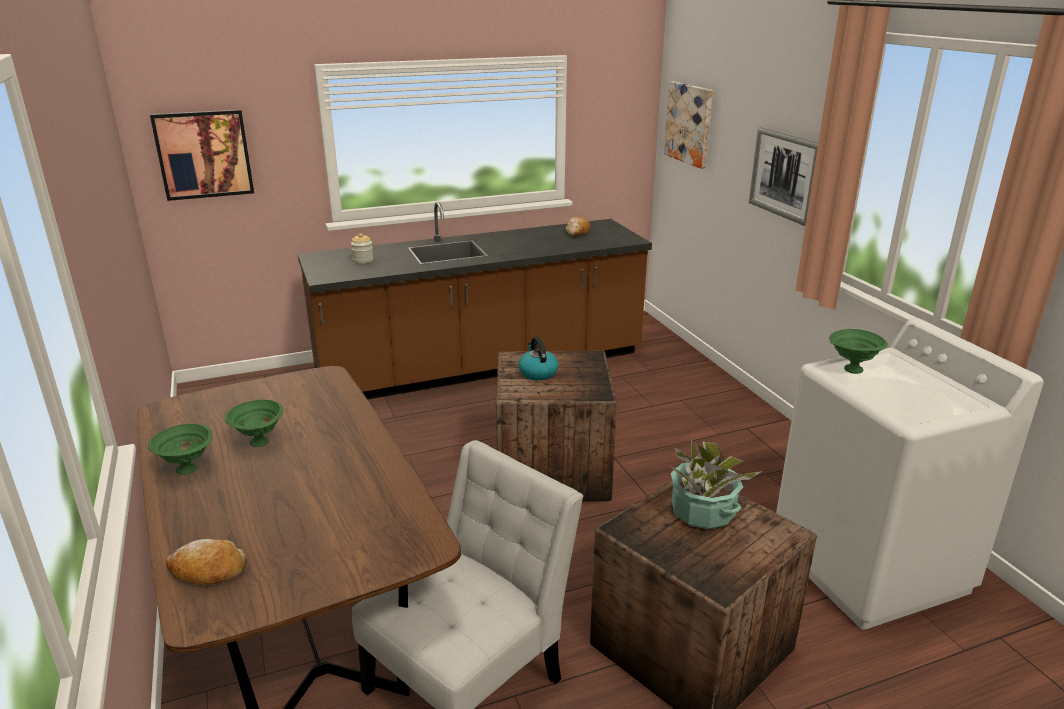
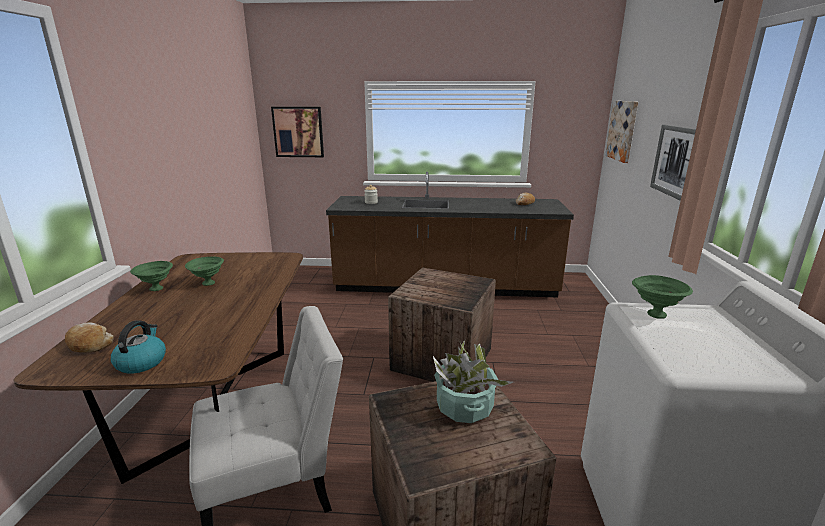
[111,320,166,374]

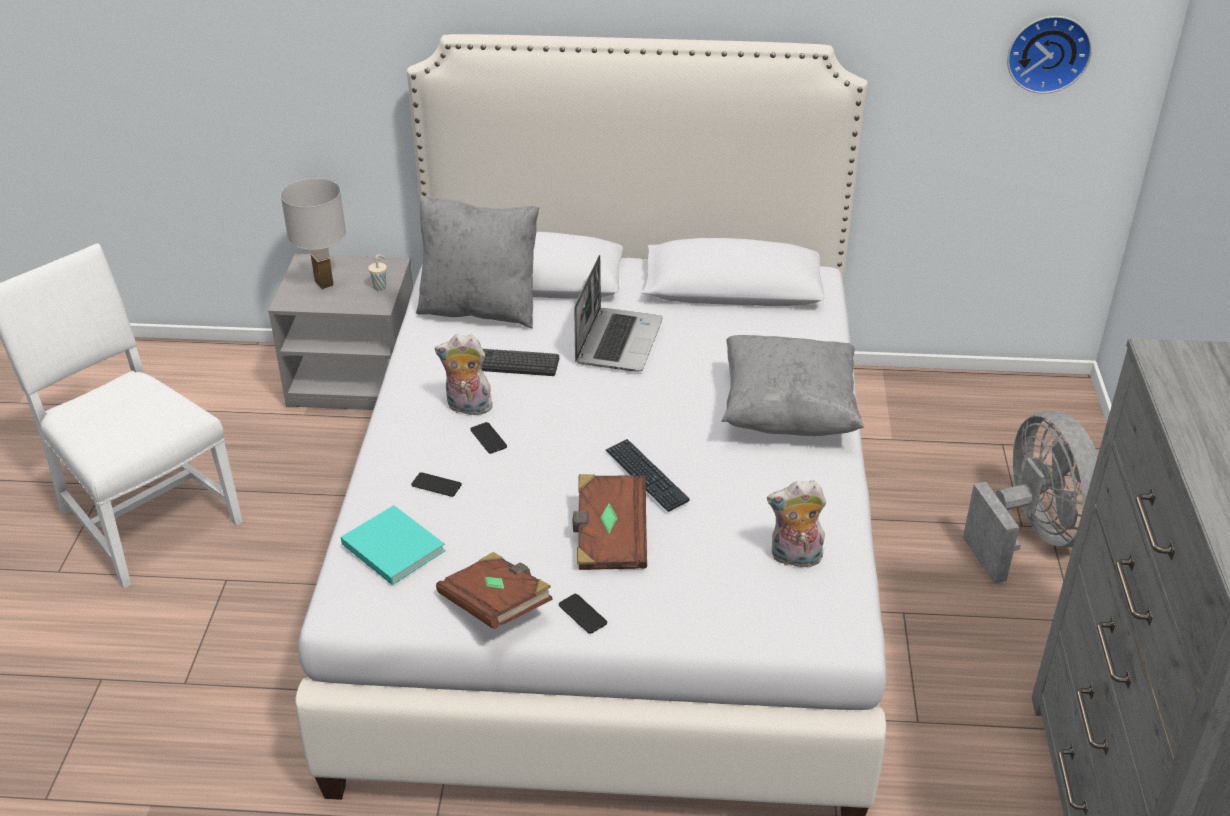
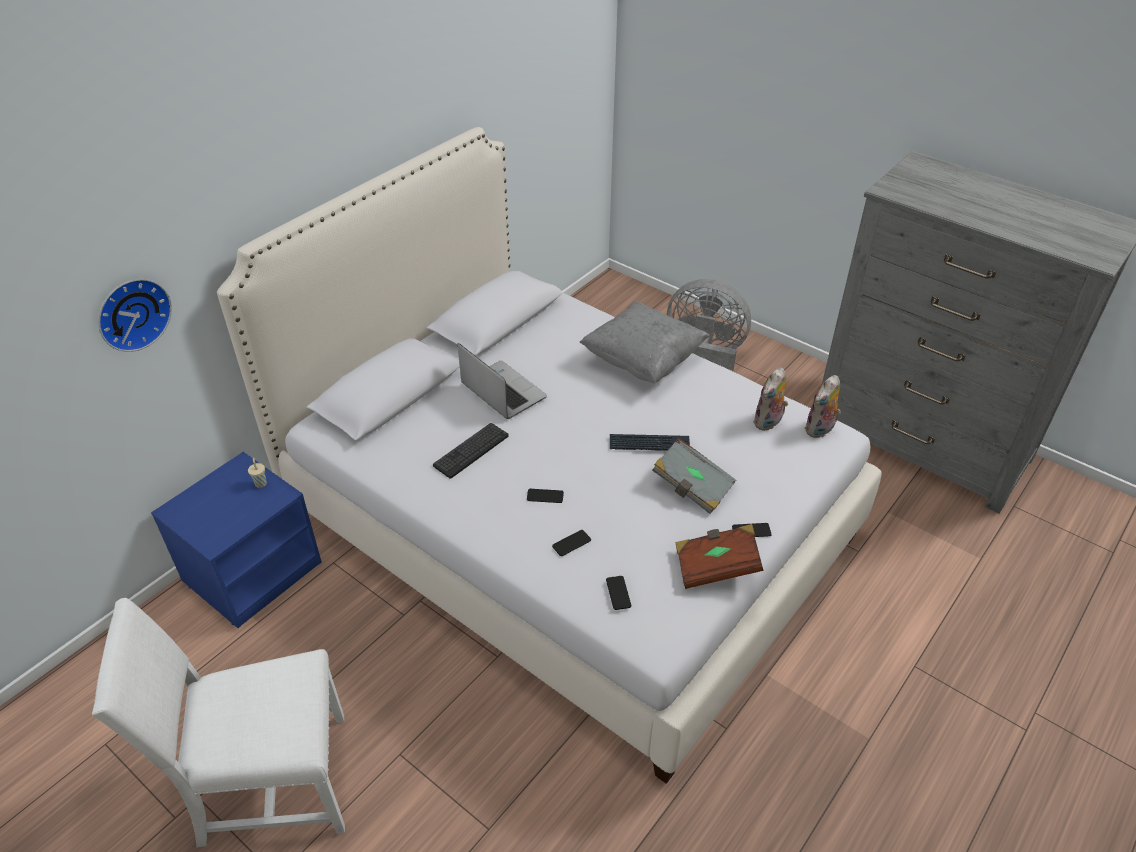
[281,178,346,289] (first image)
[416,195,539,328] (first image)
[804,375,841,438]
[98,279,172,352]
[606,576,631,610]
[151,452,322,628]
[652,438,736,514]

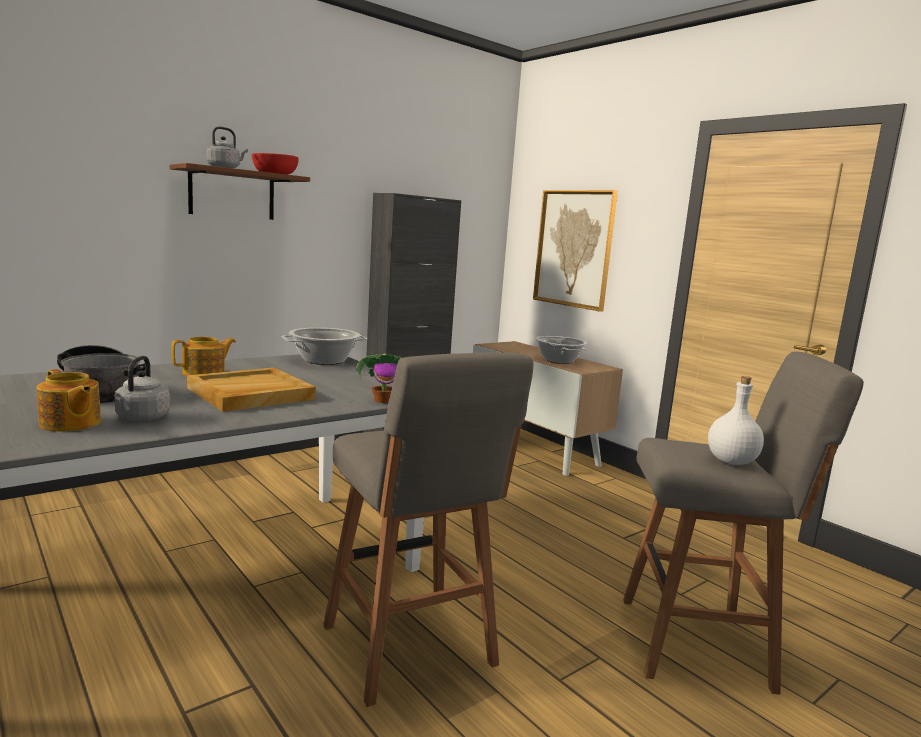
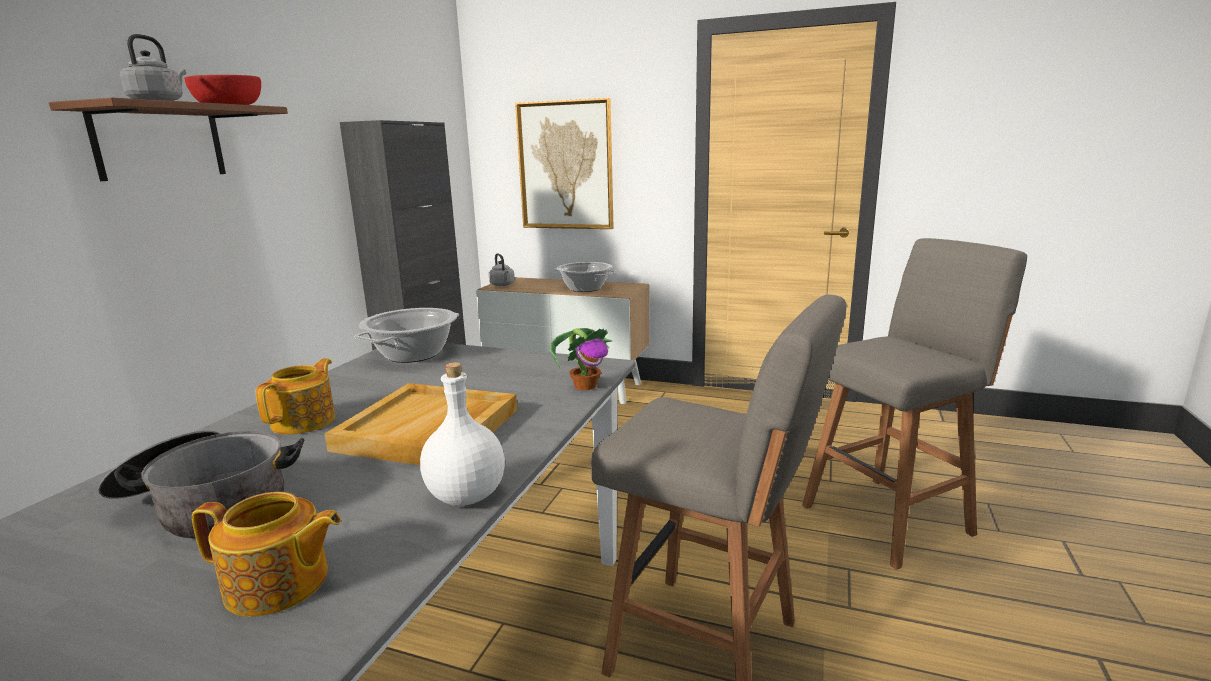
[489,253,515,286]
[420,362,505,506]

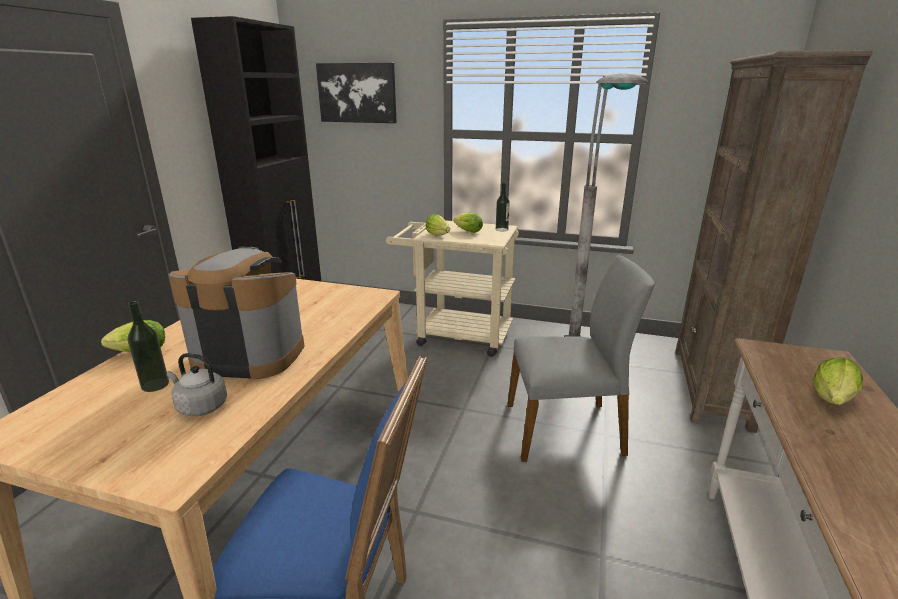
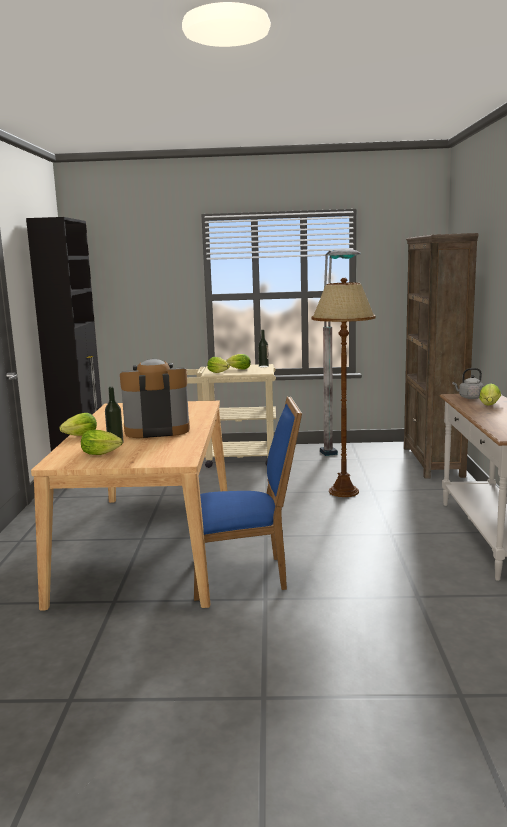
[316,63,397,123] (first image)
[81,430,123,455]
[452,368,485,399]
[312,278,375,497]

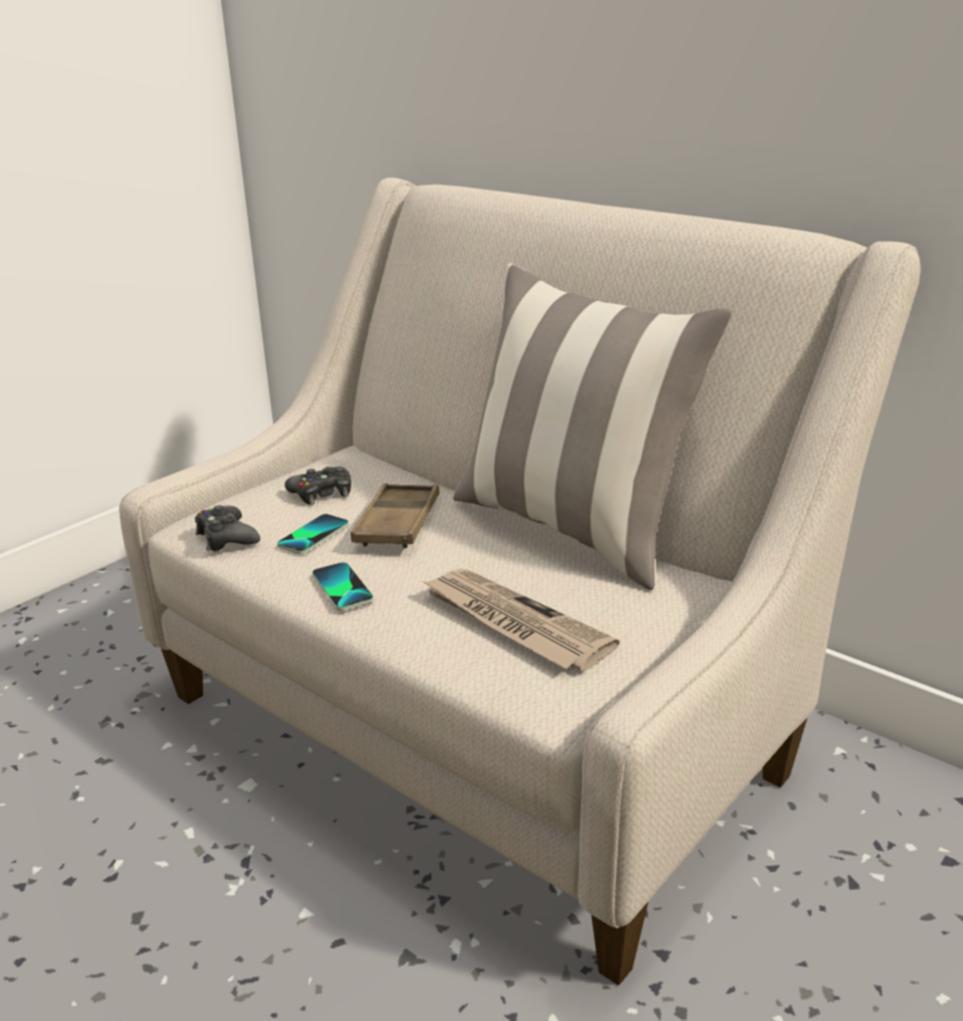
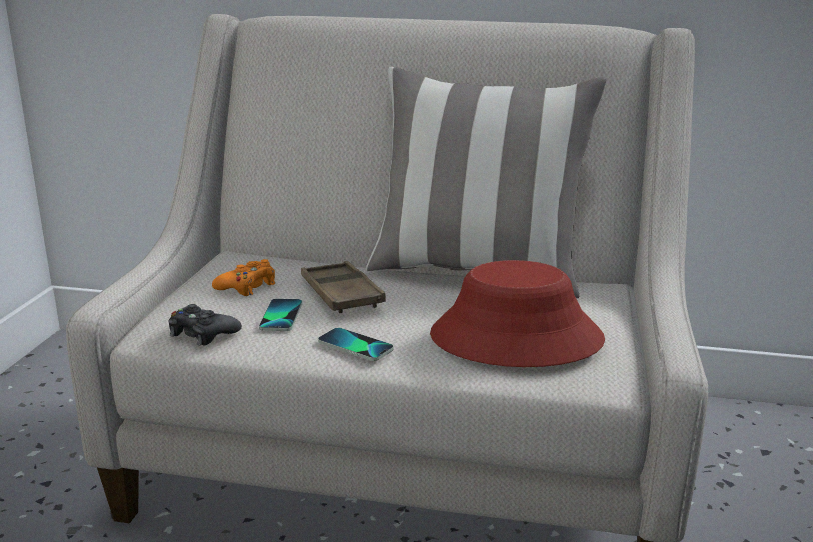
[430,260,605,367]
[212,259,275,296]

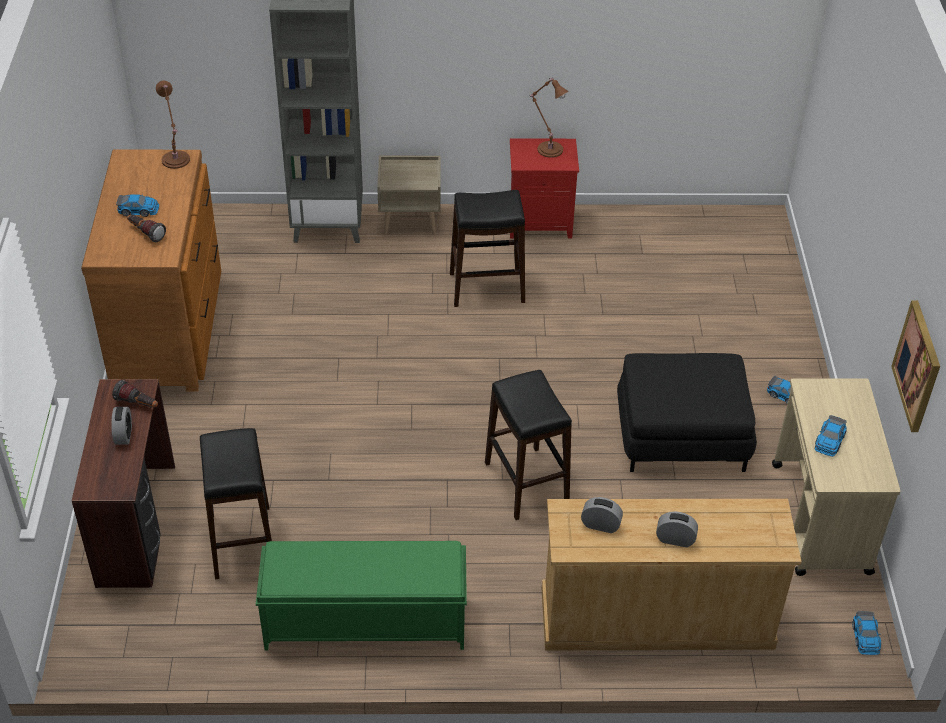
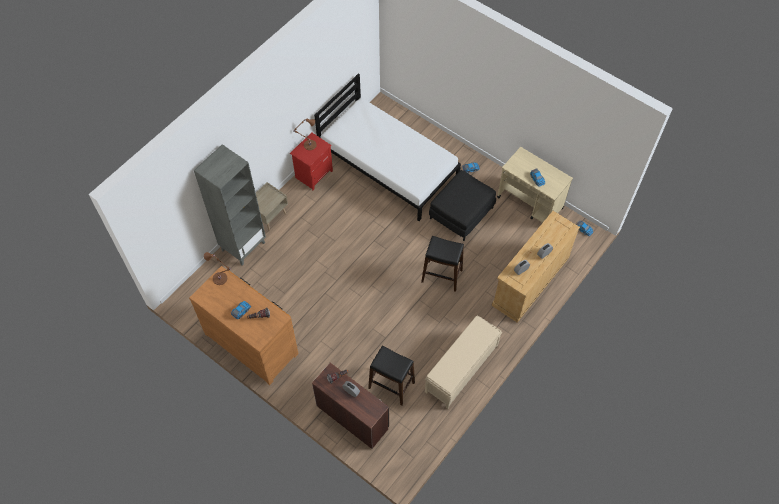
[450,190,525,307] (first image)
[891,301,940,432] (first image)
[314,73,461,221]
[425,315,502,409]

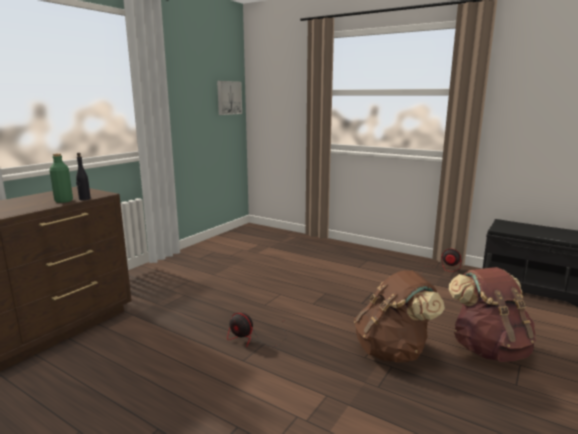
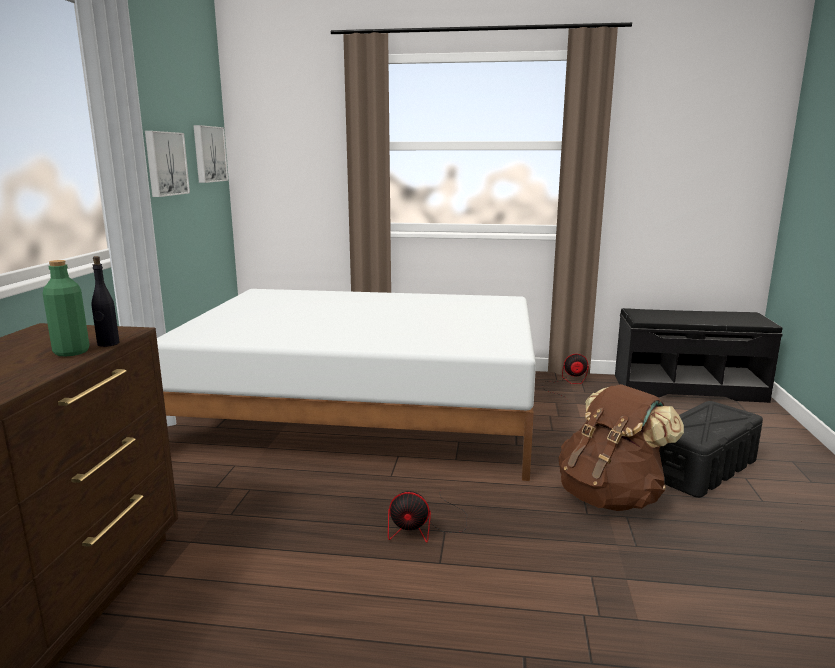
[145,131,190,197]
[157,289,536,481]
[659,401,763,498]

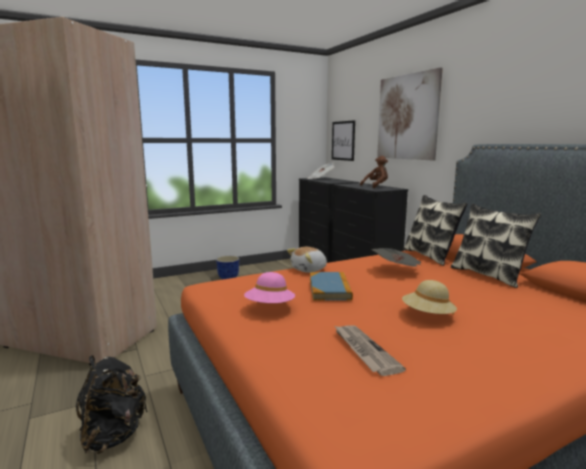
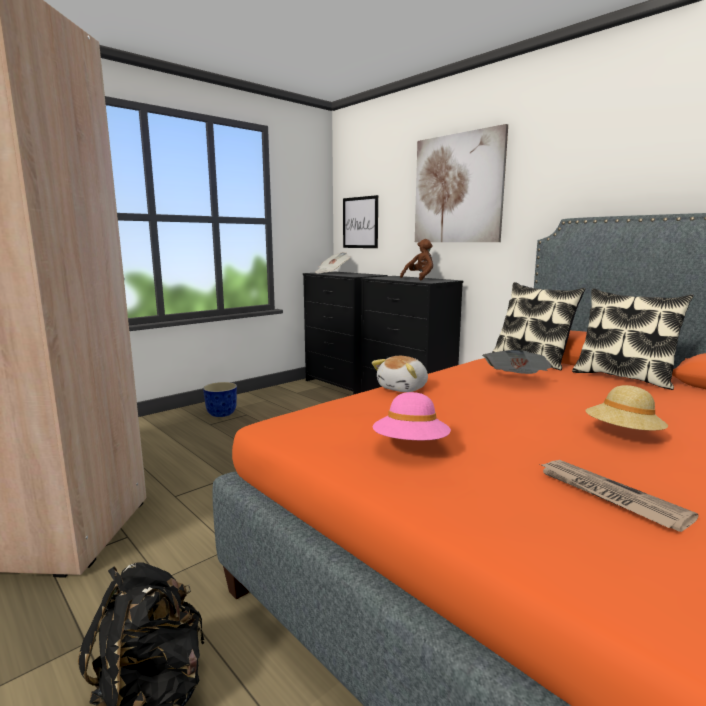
[310,272,353,301] (first image)

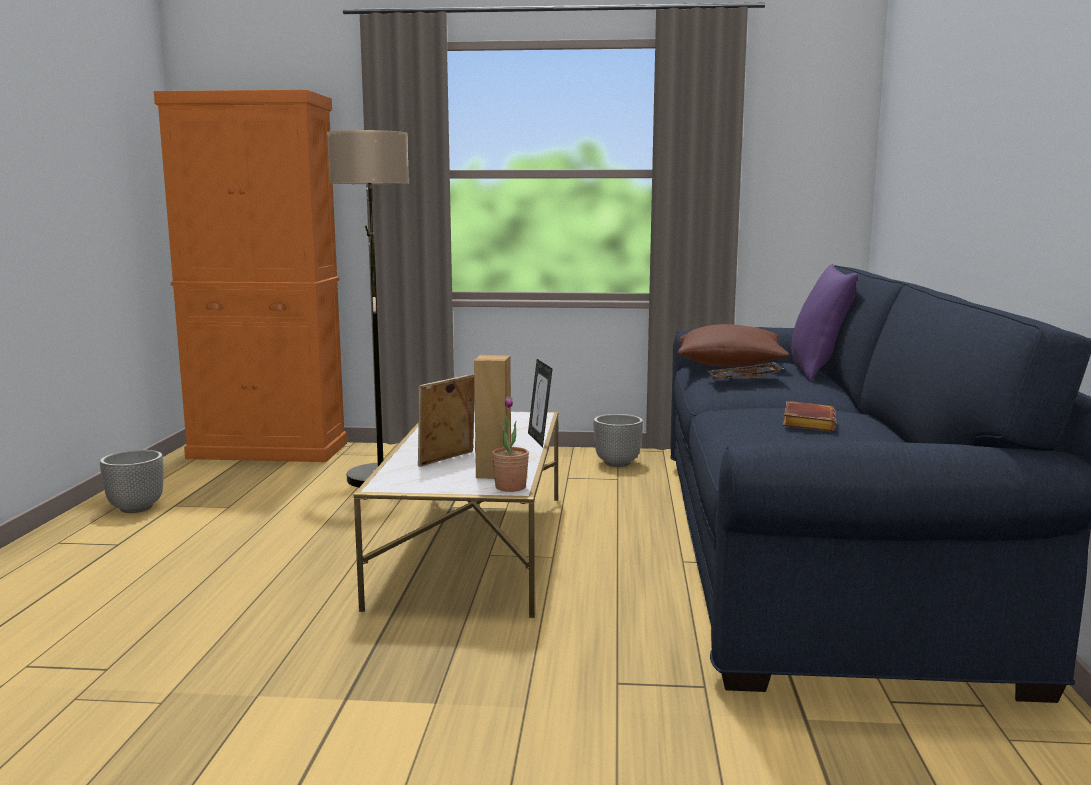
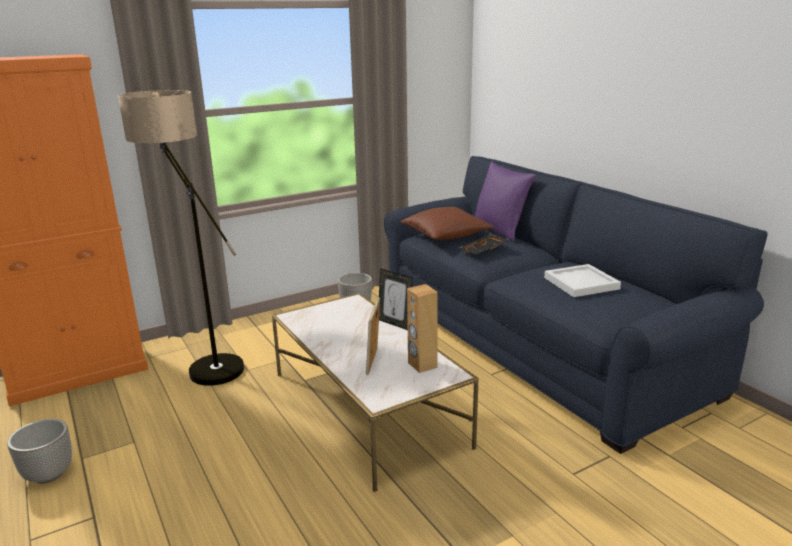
[492,396,529,492] (first image)
[544,264,621,297]

